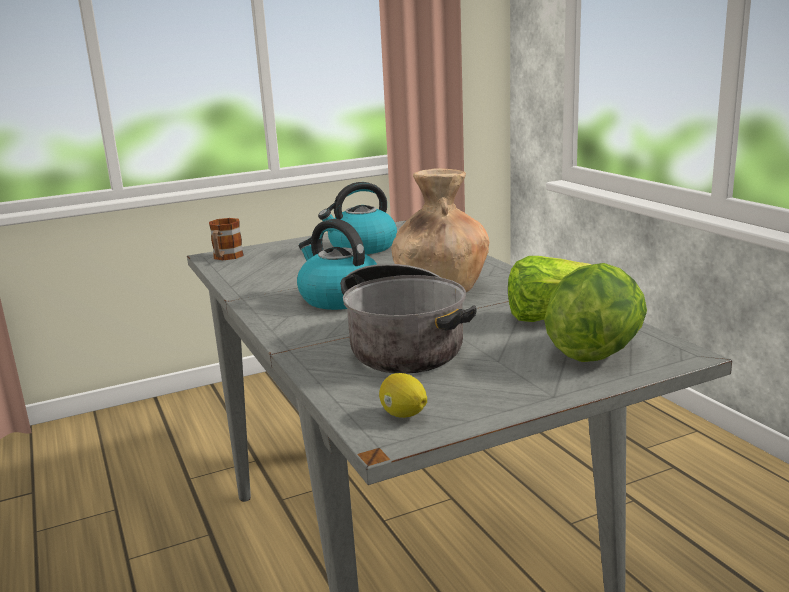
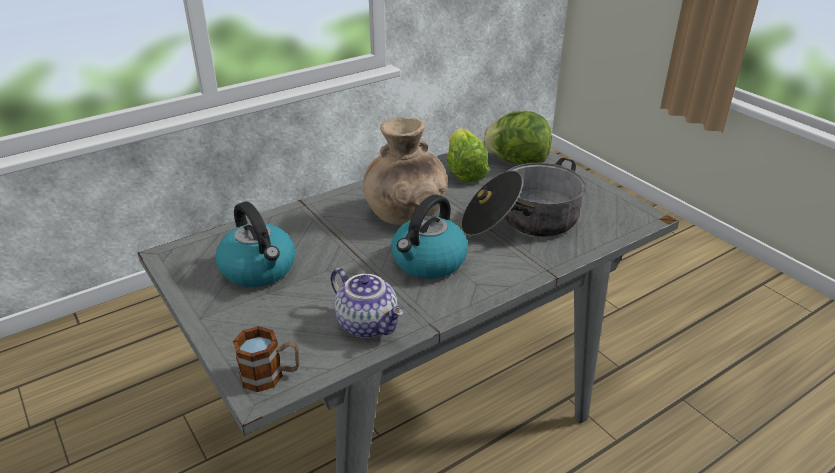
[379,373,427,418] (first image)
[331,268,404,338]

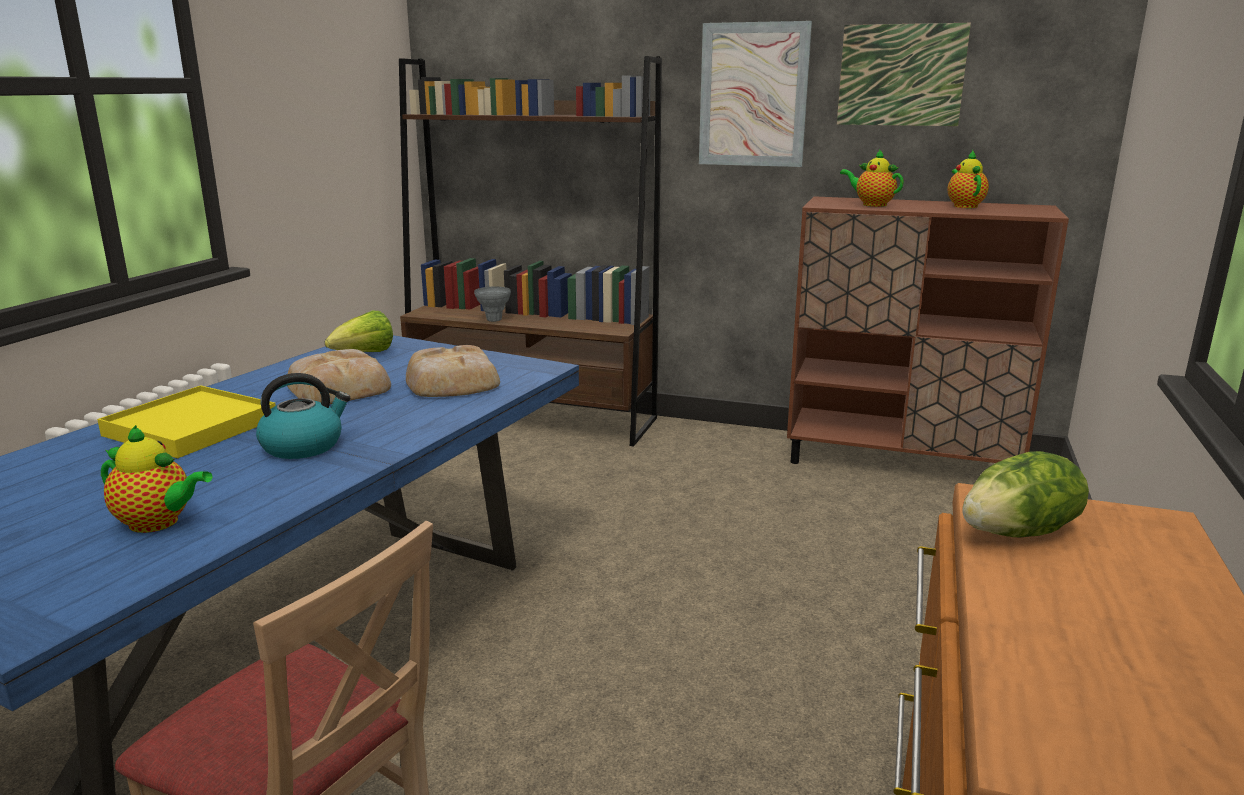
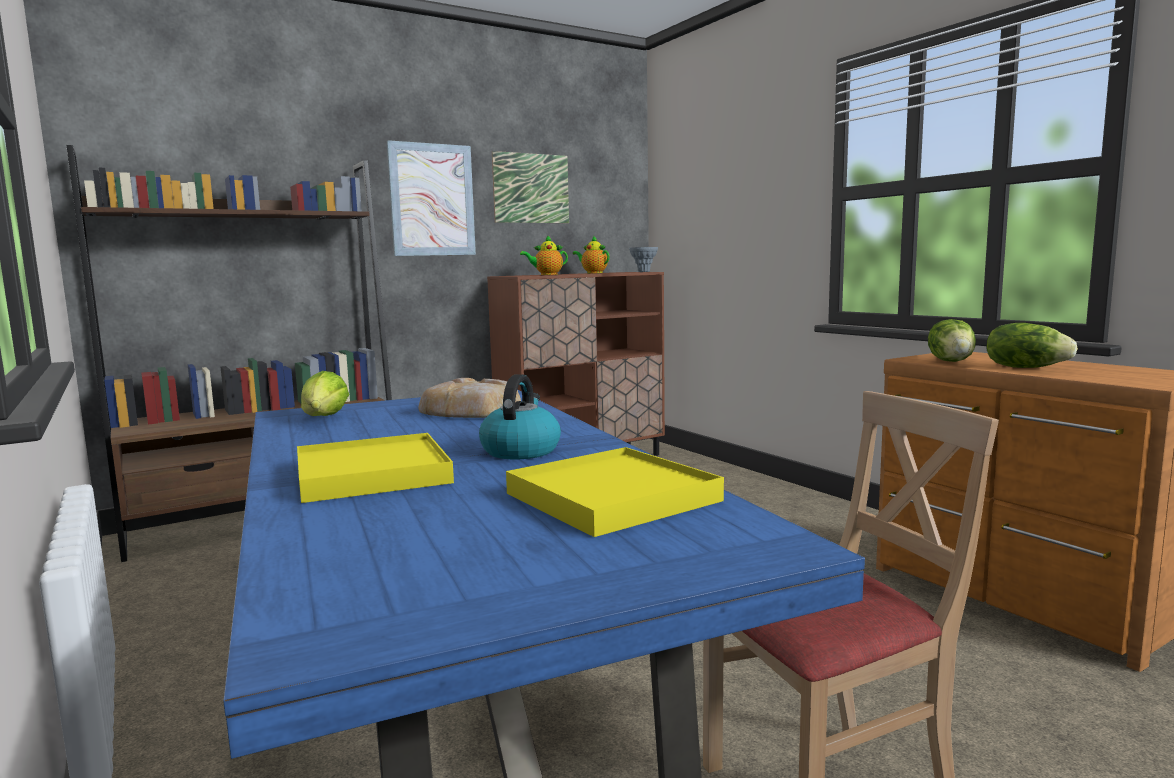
[287,349,391,404] (first image)
[987,323,1078,368]
[629,247,658,272]
[506,447,724,537]

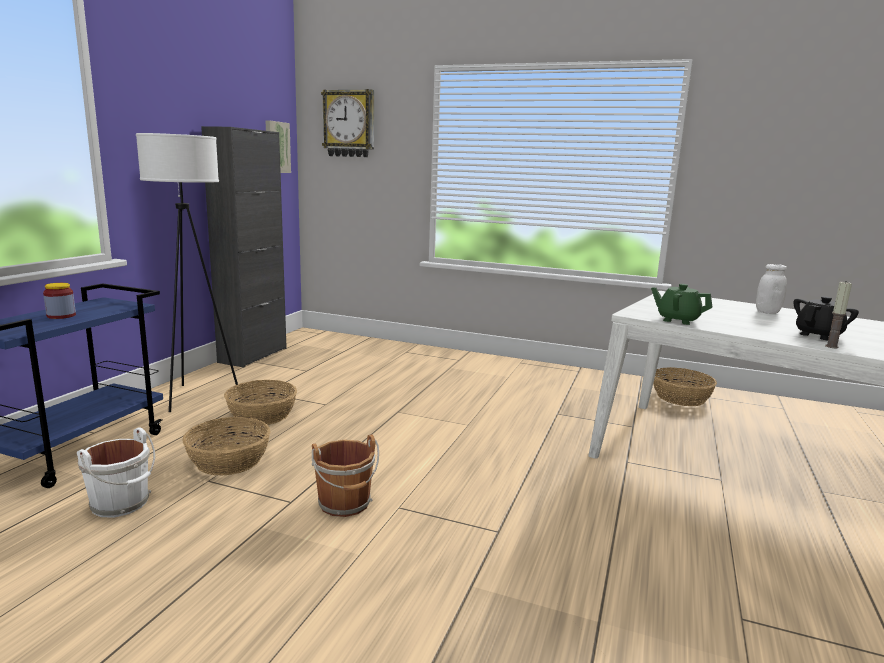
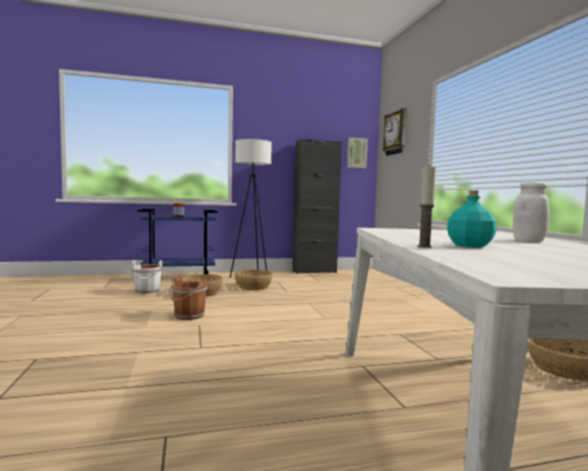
[651,284,712,325] (first image)
[447,190,496,248]

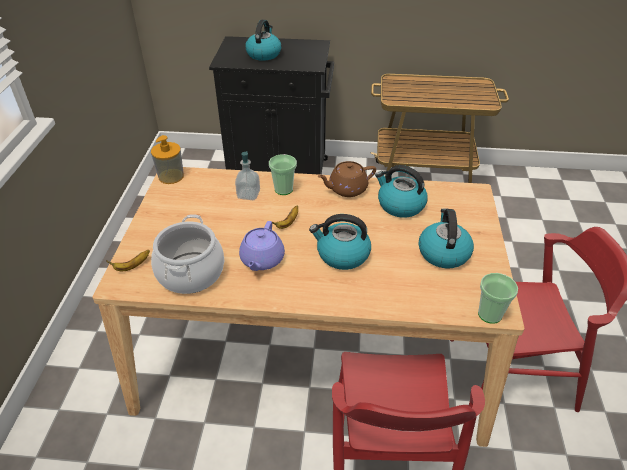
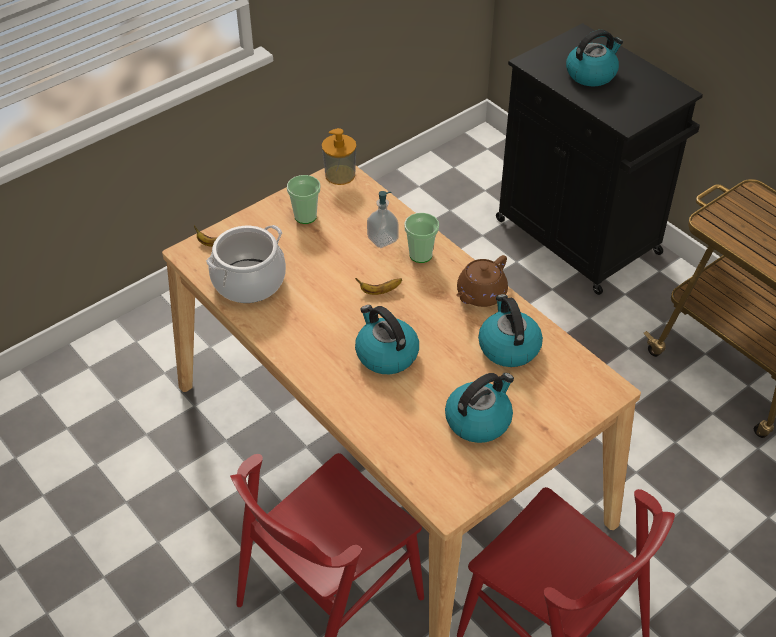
[239,221,285,271] (first image)
[287,175,320,224]
[456,255,508,307]

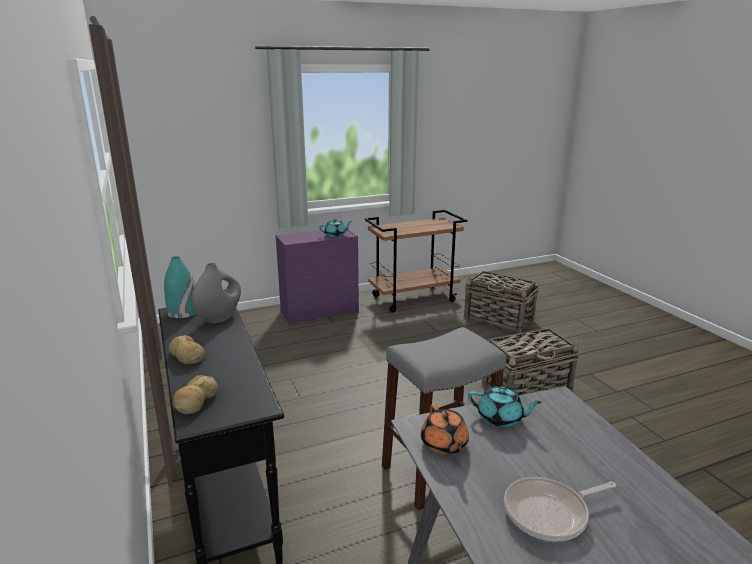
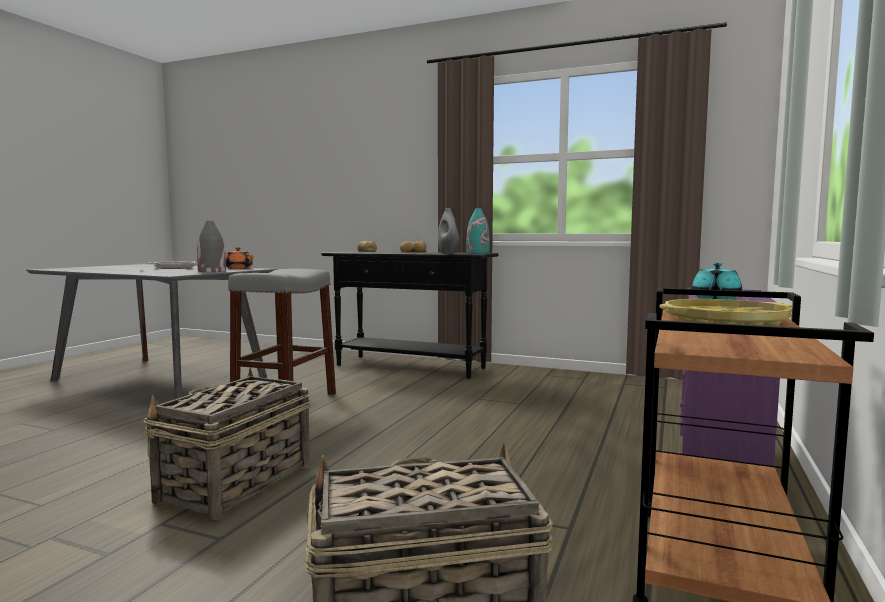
[660,299,792,326]
[197,221,226,272]

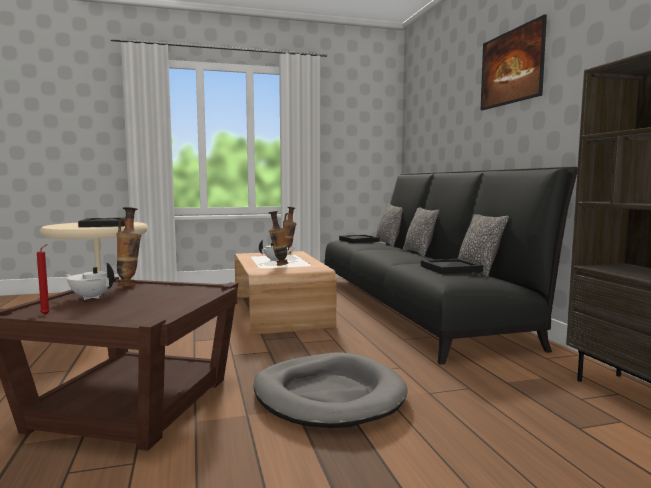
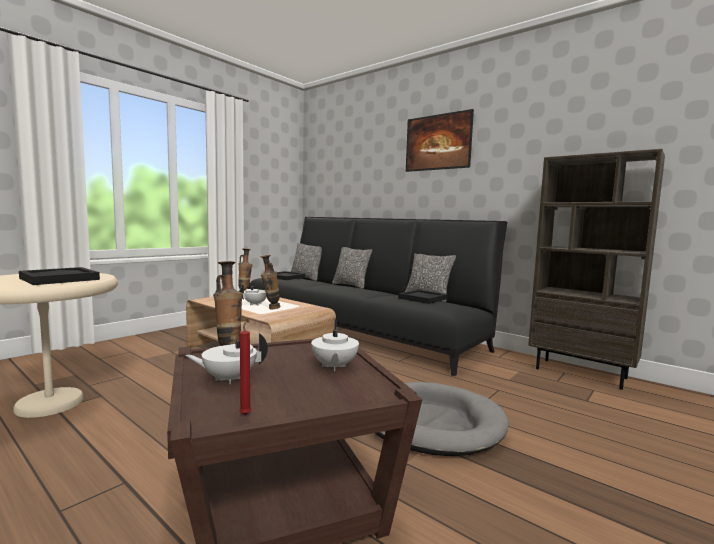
[311,320,359,371]

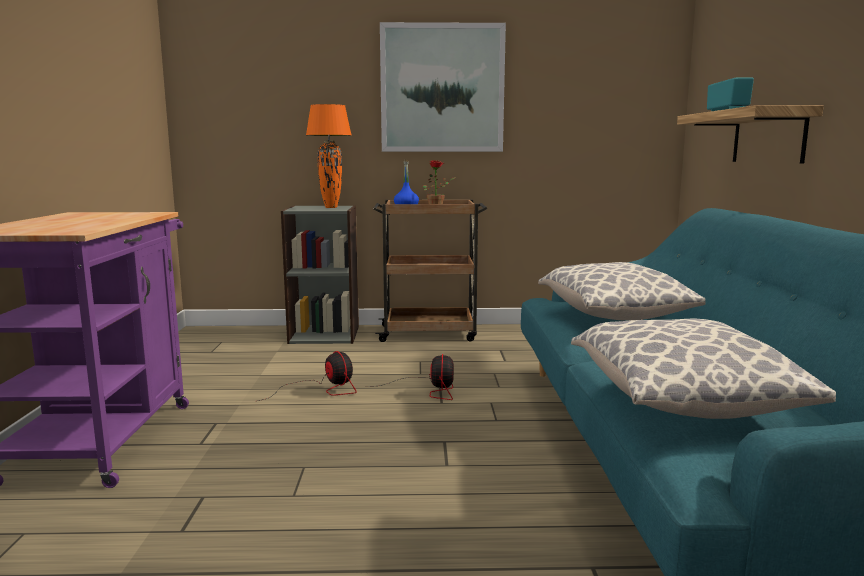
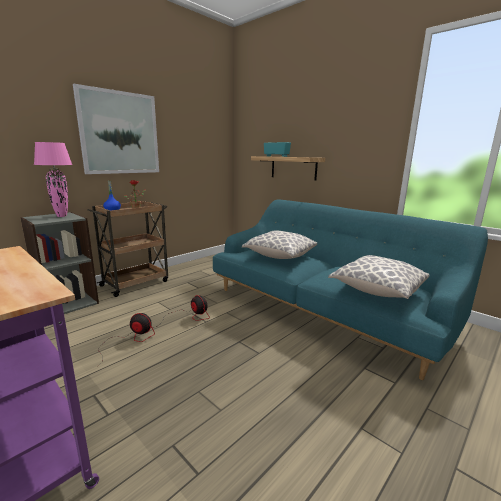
[34,142,72,217]

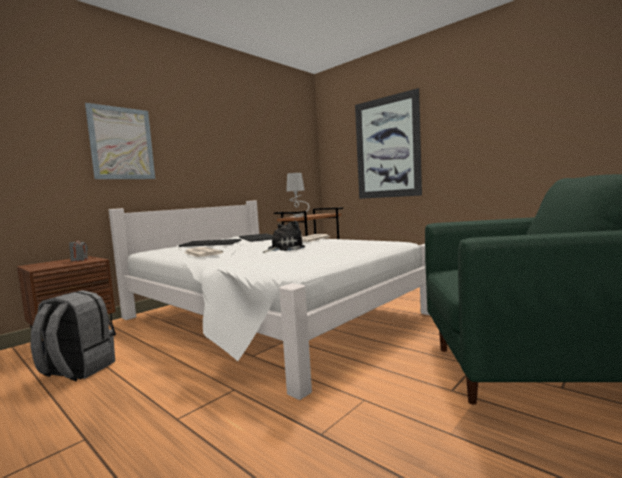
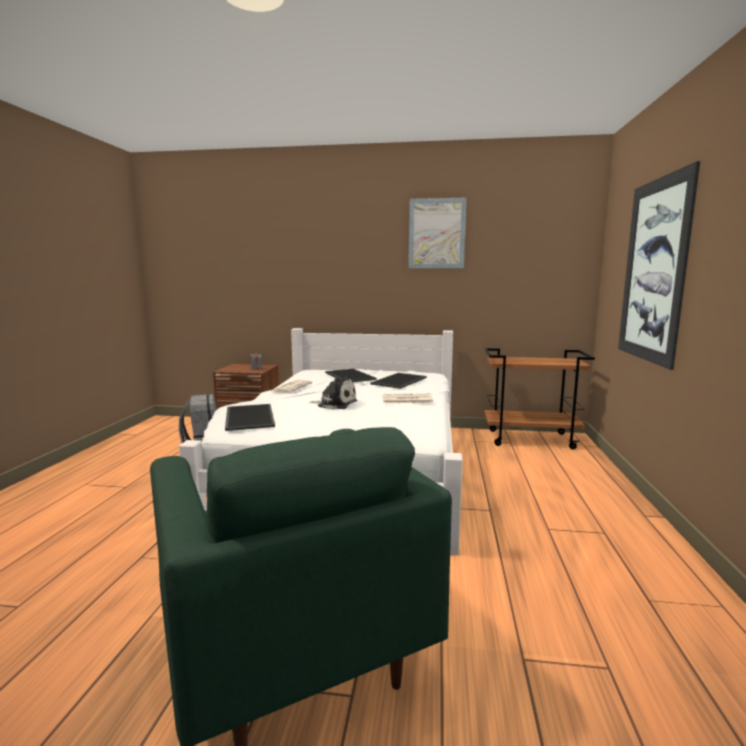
[286,173,309,217] (first image)
[225,404,275,431]
[409,198,467,268]

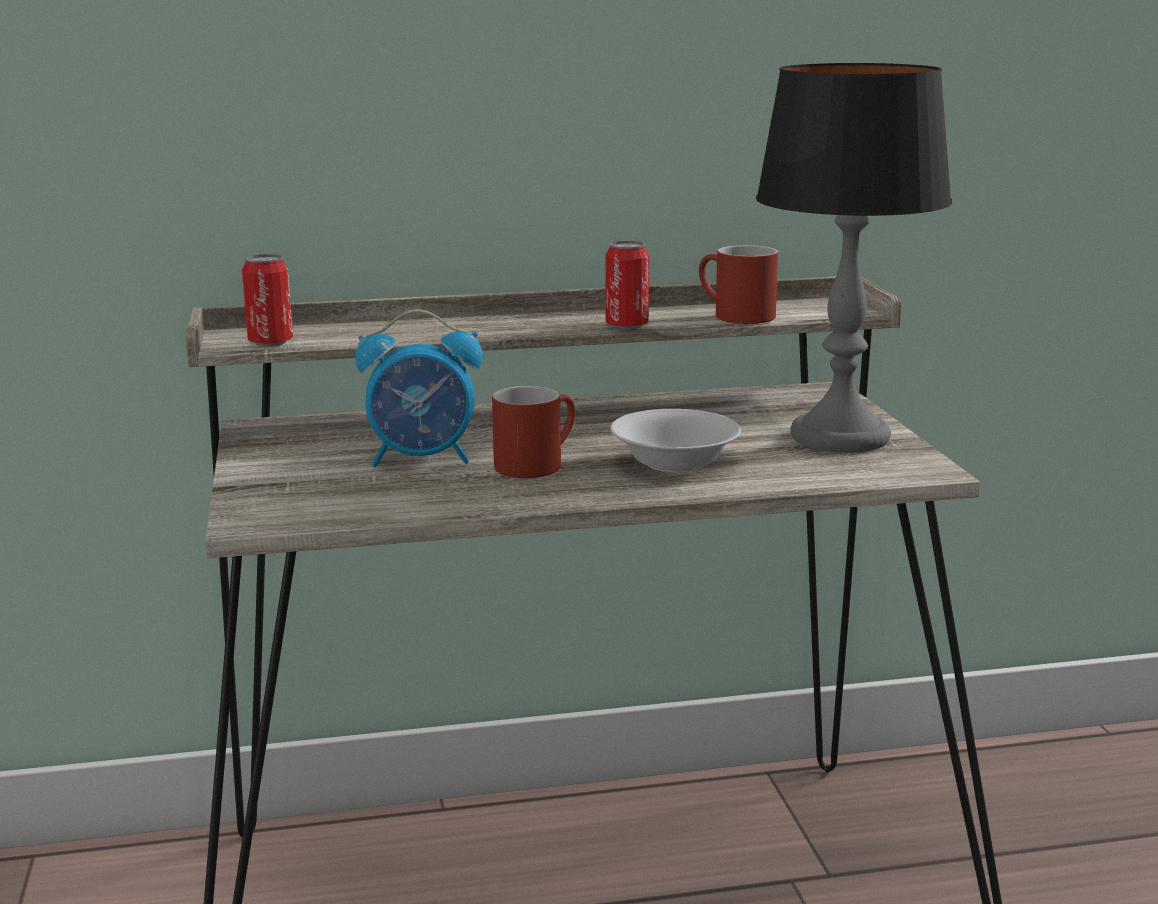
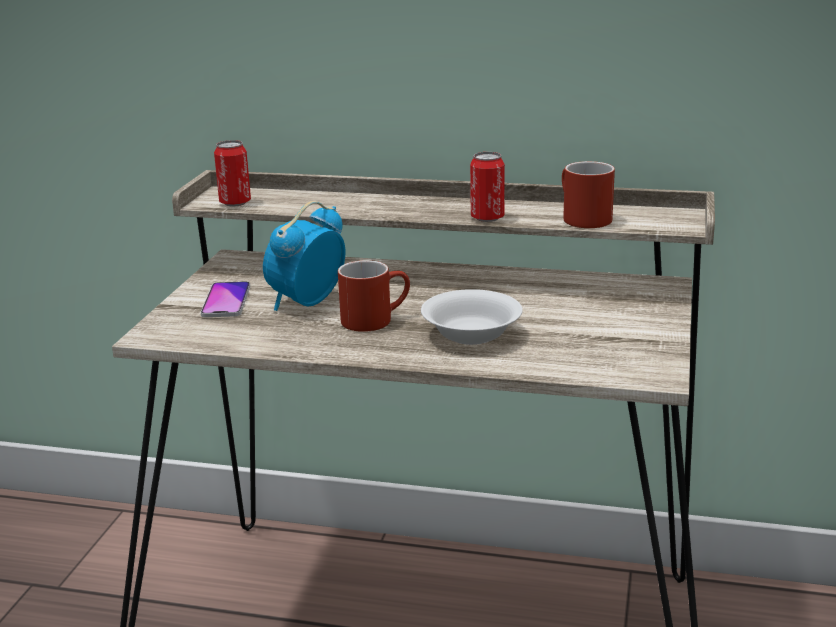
[756,63,952,453] (first image)
[201,281,250,317]
[263,201,346,311]

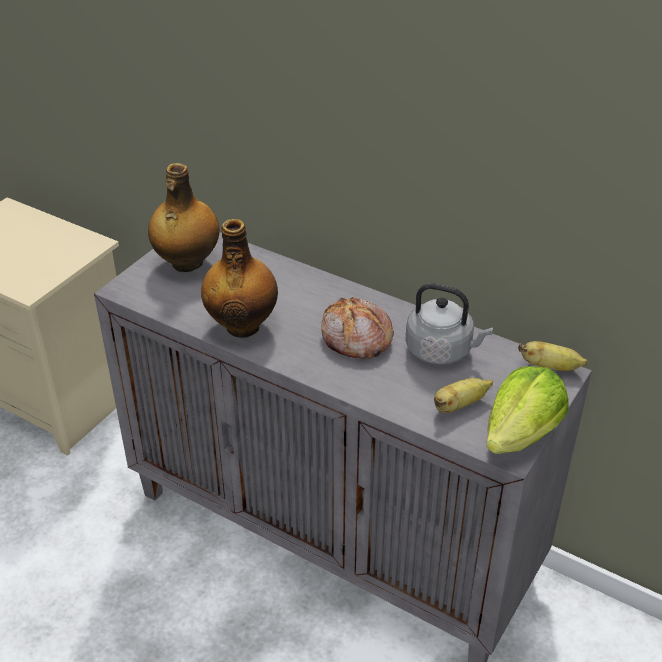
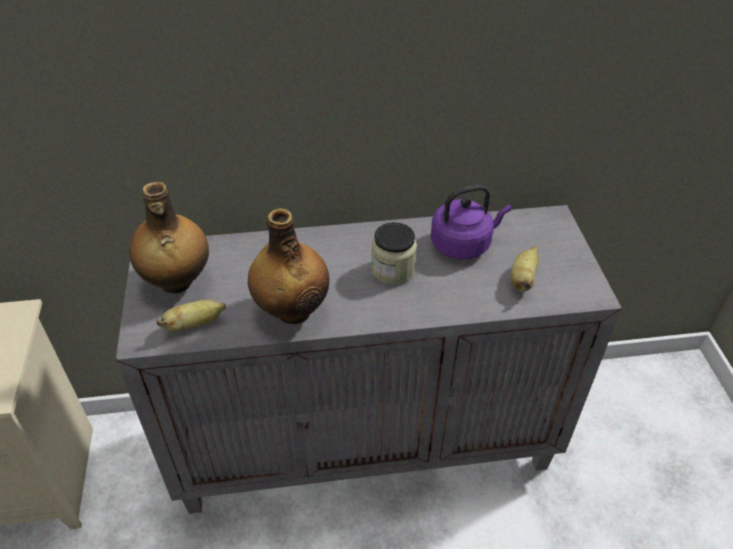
[486,366,568,454] (first image)
[156,300,226,332]
[371,222,417,285]
[431,185,511,260]

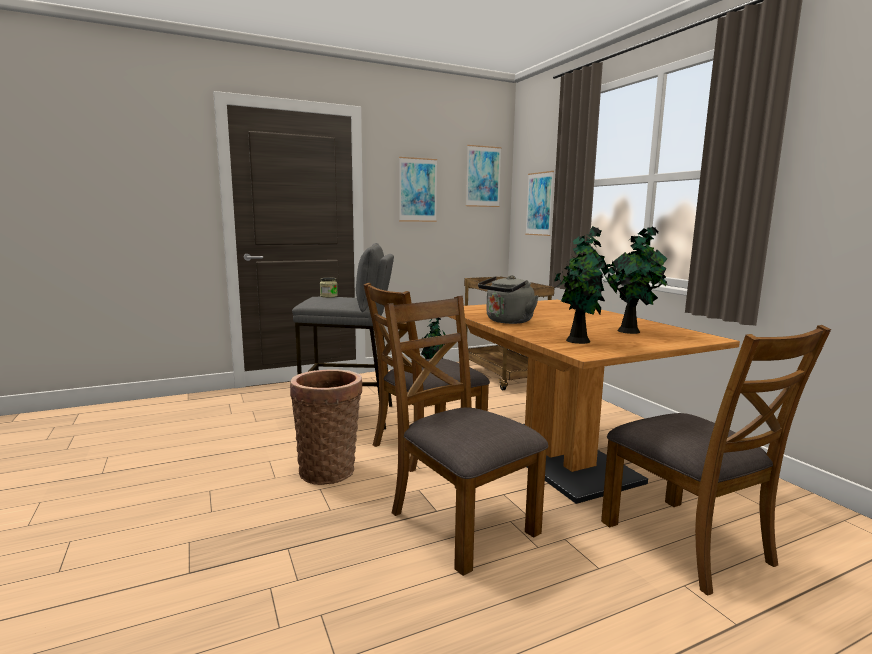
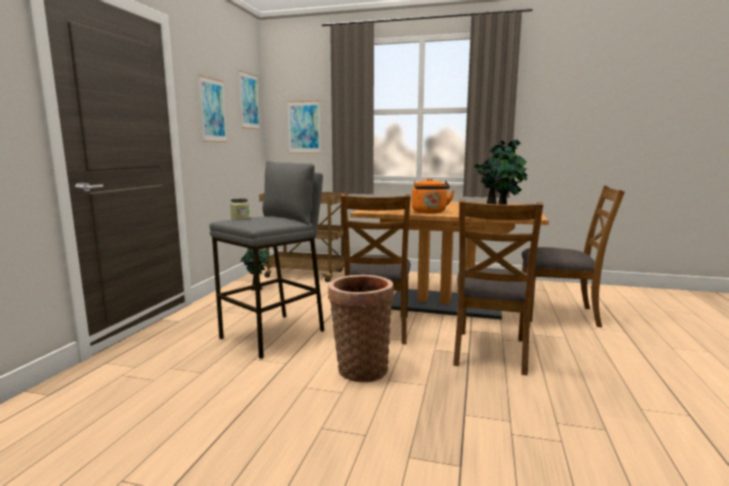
[412,178,455,213]
[453,200,543,376]

